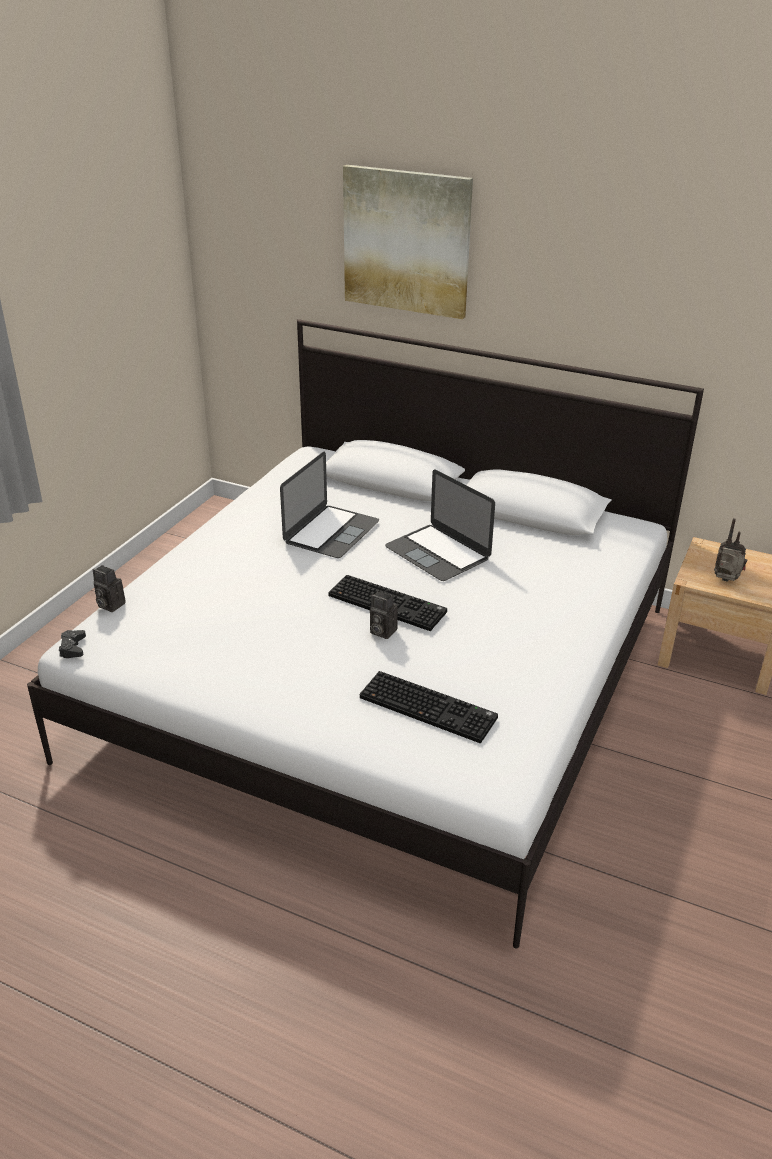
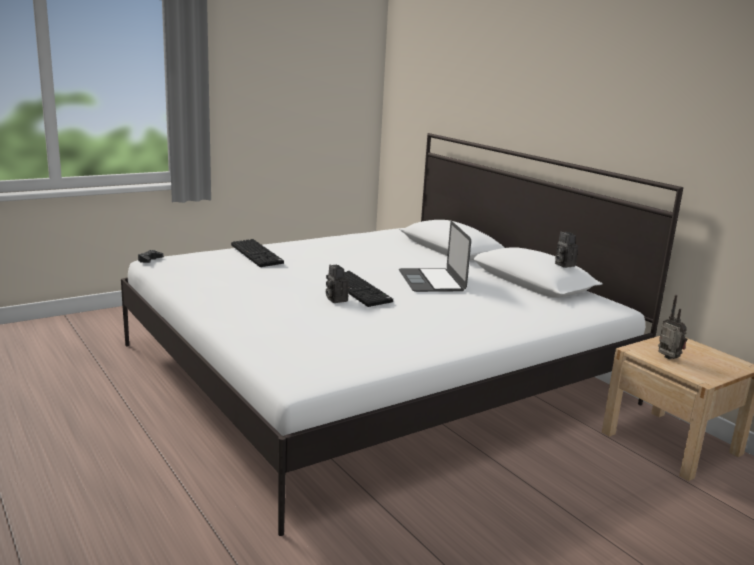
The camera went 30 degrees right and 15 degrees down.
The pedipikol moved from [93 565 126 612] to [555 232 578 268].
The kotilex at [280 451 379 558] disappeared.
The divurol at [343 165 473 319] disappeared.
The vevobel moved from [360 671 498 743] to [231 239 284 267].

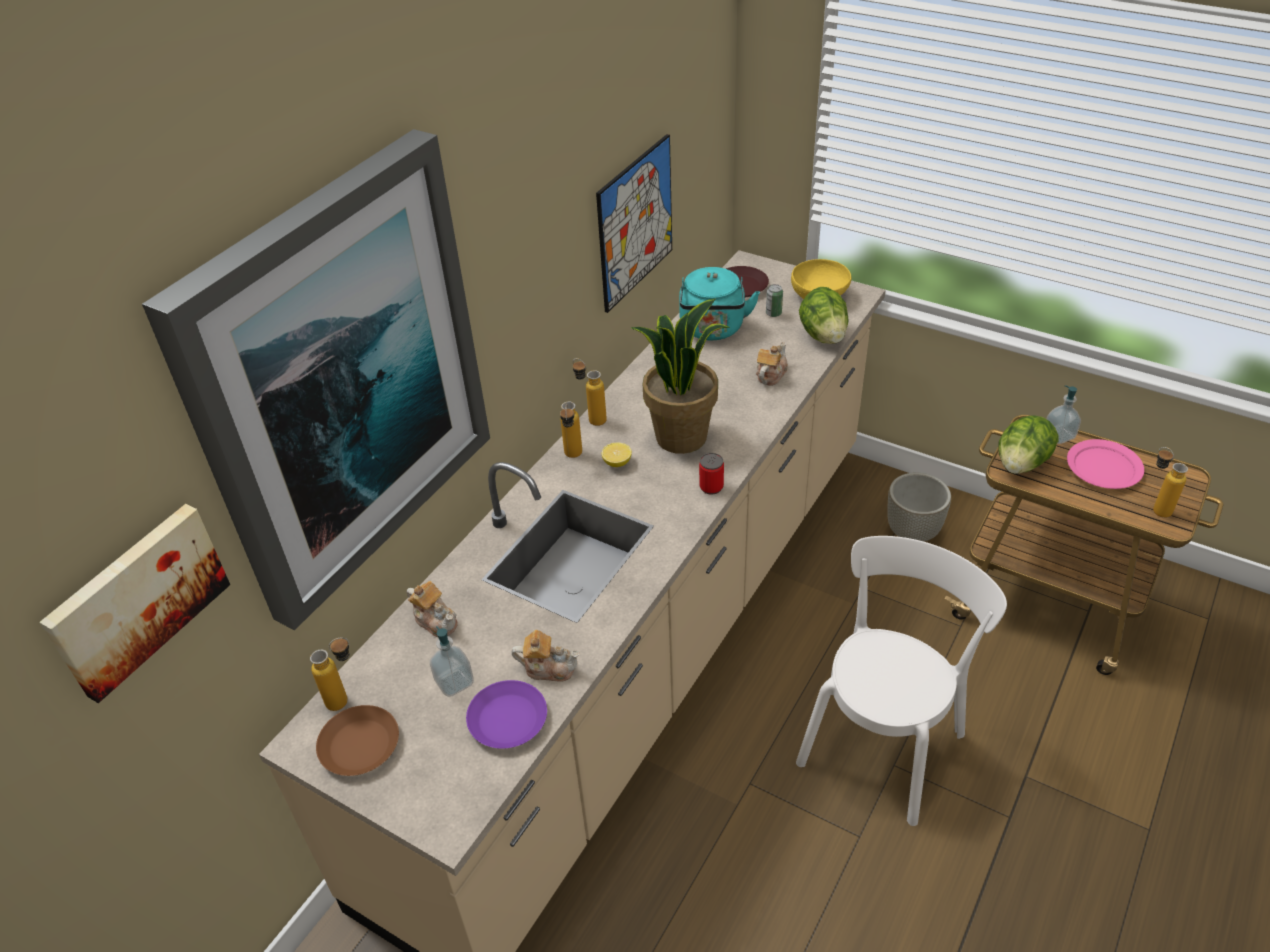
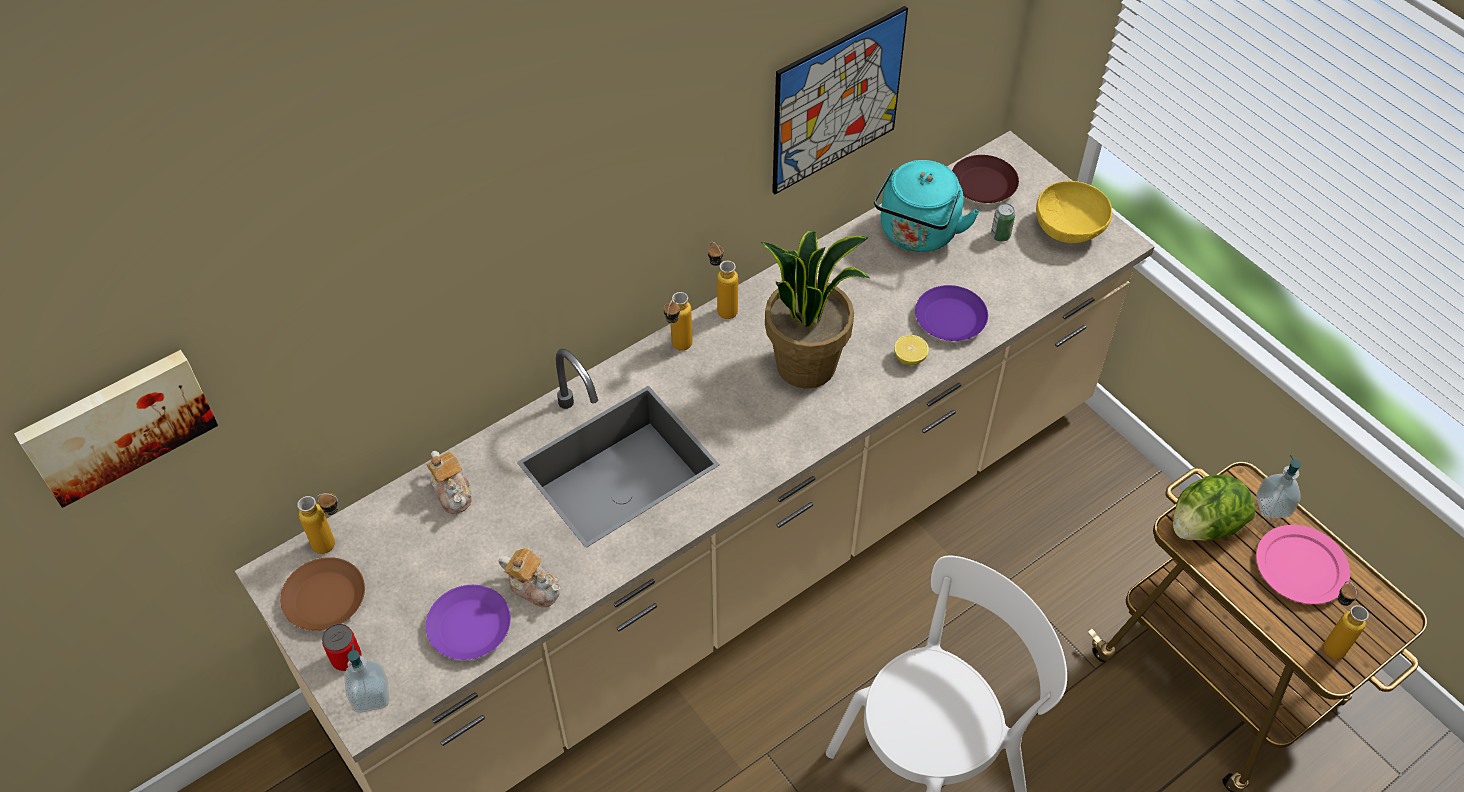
The camera went 20 degrees right and 10 degrees up.
The divurol at [142 129 490 630] disappeared.
The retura moved from [430 626 474 697] to [344 644 389 713].
The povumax moved from [602 442 632 467] to [894 335 929 365].
The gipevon moved from [699 453 724 495] to [322 624 362 671].
The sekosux at [756 342 788 386] was replaced by the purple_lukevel at [915 285 988 341].
The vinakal at [799 287 849 344] disappeared.
The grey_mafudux at [887 473 951 542] disappeared.

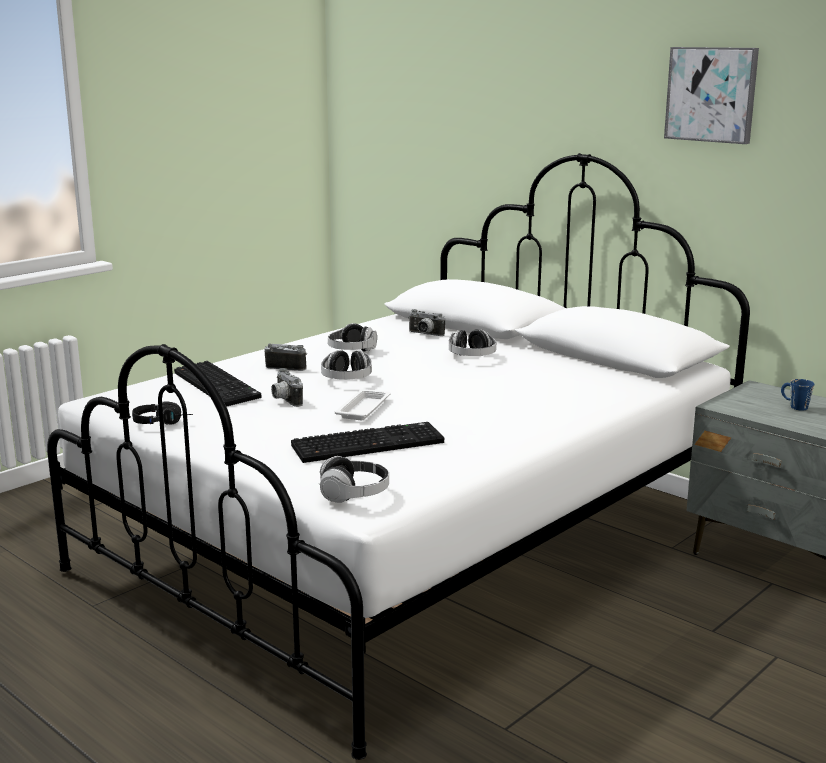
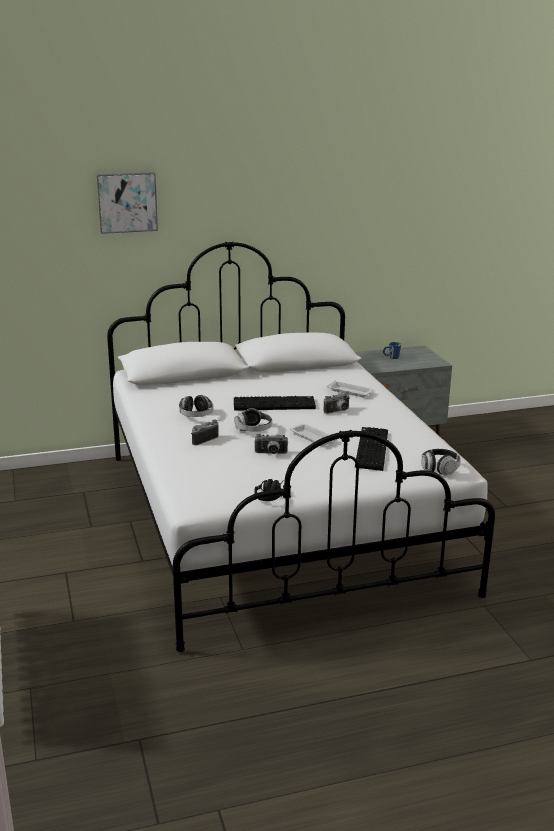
The camera went 60 degrees left and 5 degrees up.
The vevobel moved from [174 361 262 407] to [234 396 316 411].
The pedipikol moved from [409 309 445 336] to [324 392 350 414].
The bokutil at [449 329 496 356] disappeared.
The divurol moved from [664 47 759 144] to [97 172 158 234].
The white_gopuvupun at [327 380 374 397] appeared.

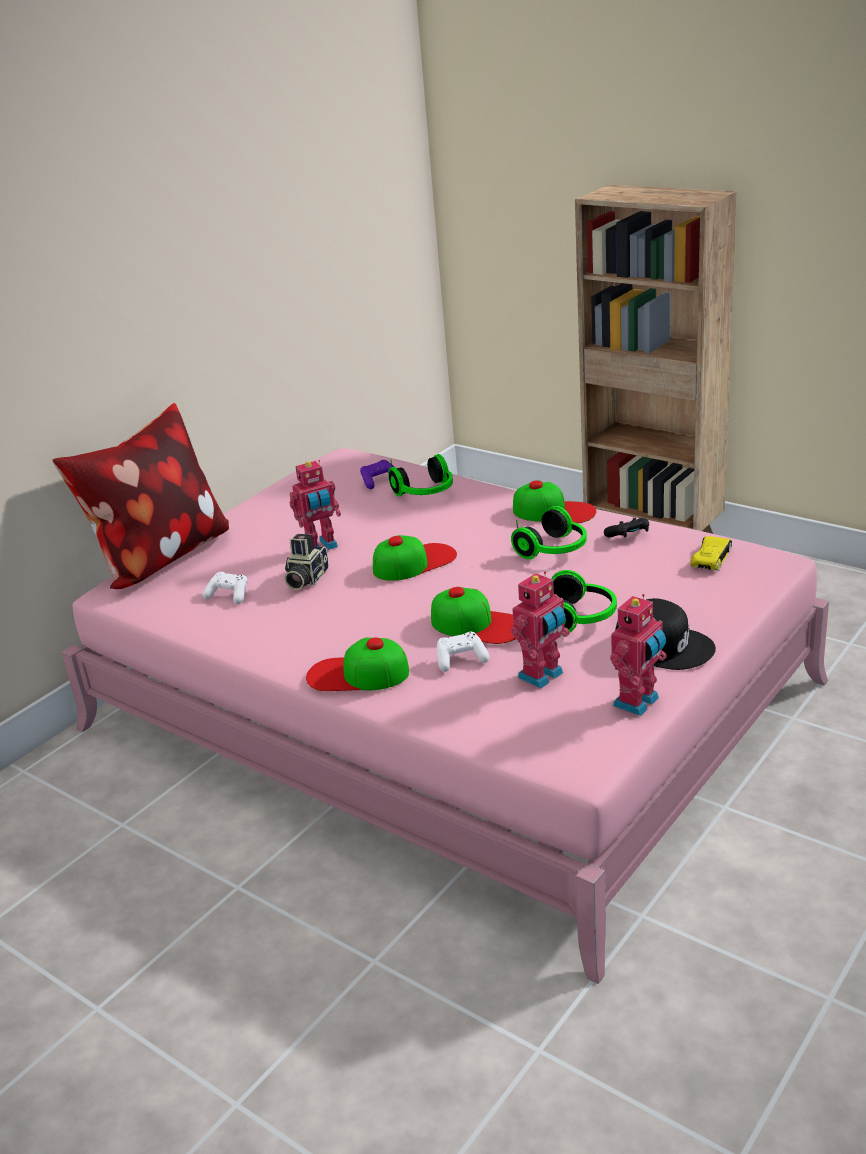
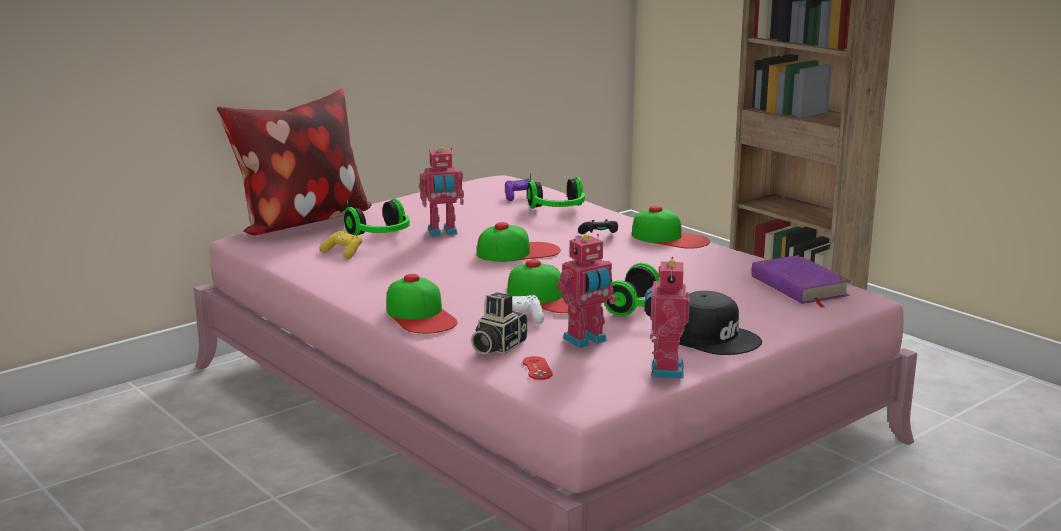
The camera went 10 degrees right and 10 degrees down.
The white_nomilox at [202 572 248 604] became the yellow_nomilox at [319 231 362 259].
The pedipikol moved from [284 534 329 590] to [471 292 528 354].
The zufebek at [306 637 409 691] turned 135 degrees counterclockwise.
The bokutil moved from [511 506 587 559] to [343 199 410 235].
The black_nomilox moved from [604 518 649 537] to [578 219 618 234].
The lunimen at [610 594 667 716] turned 135 degrees clockwise.
The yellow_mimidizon at [690 536 732 571] was replaced by the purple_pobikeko at [751 255 851 308].
The red_nomilox at [523 356 553 380] appeared.

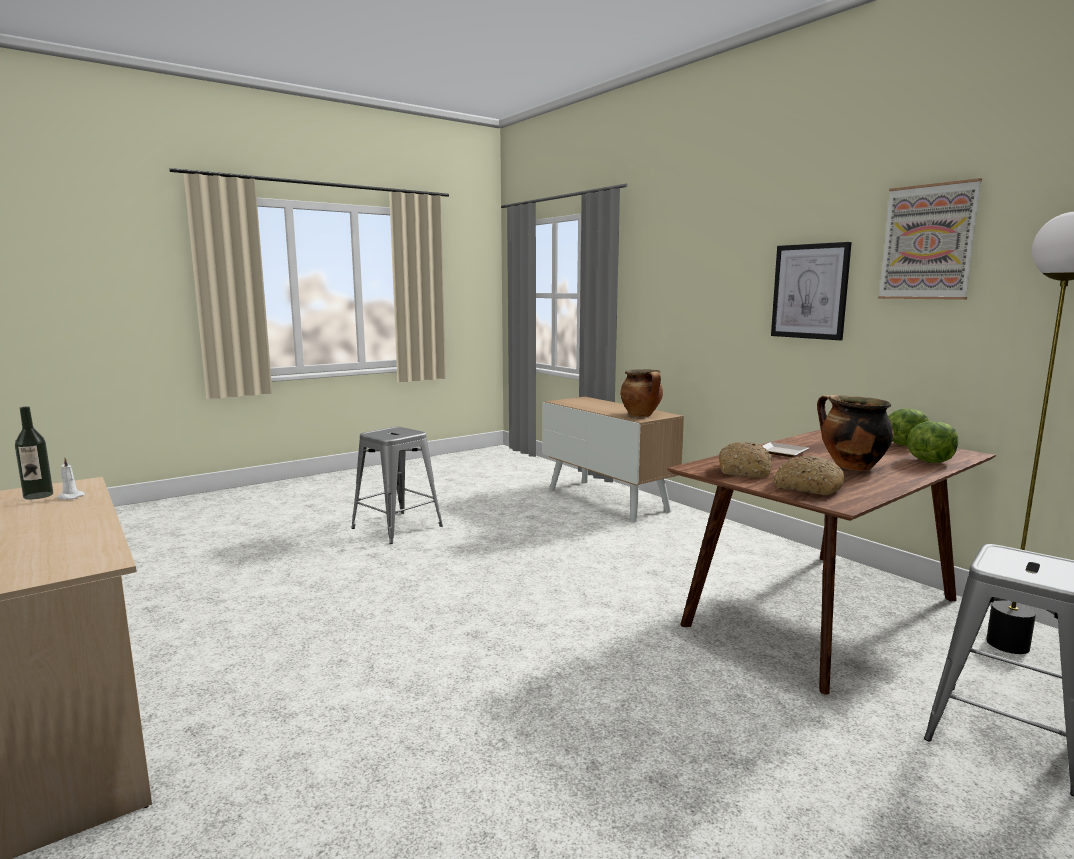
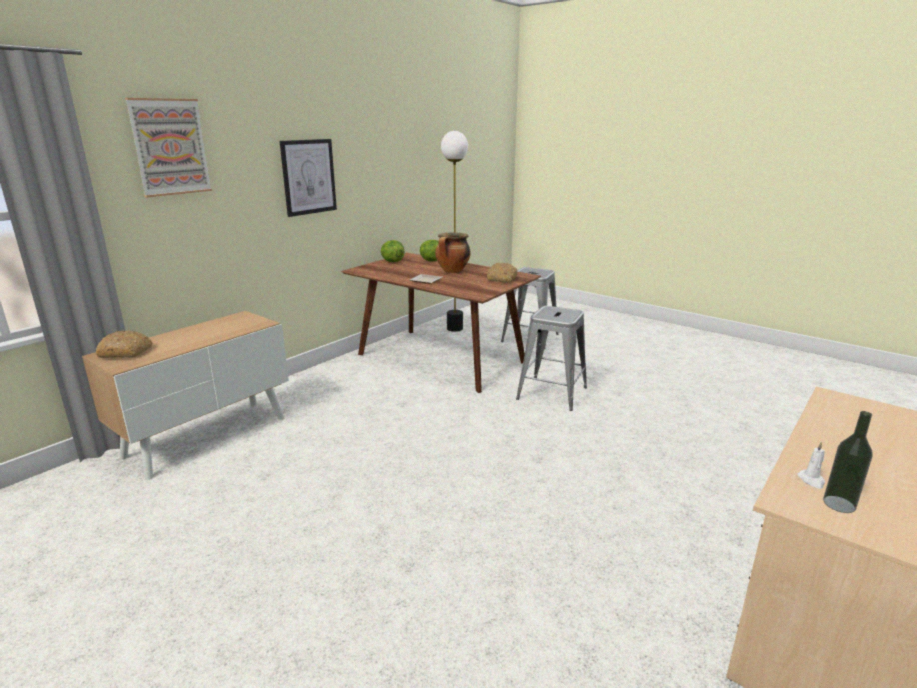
The camera went 105 degrees left and 10 degrees up.
The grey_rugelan moved from [351 427 443 544] to [516 306 587 411].
The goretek at [620 369 663 417] disappeared.
The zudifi moved from [719 442 772 478] to [95 331 152 358].
The divurol moved from [878 178 982 300] to [125 98 212 197].

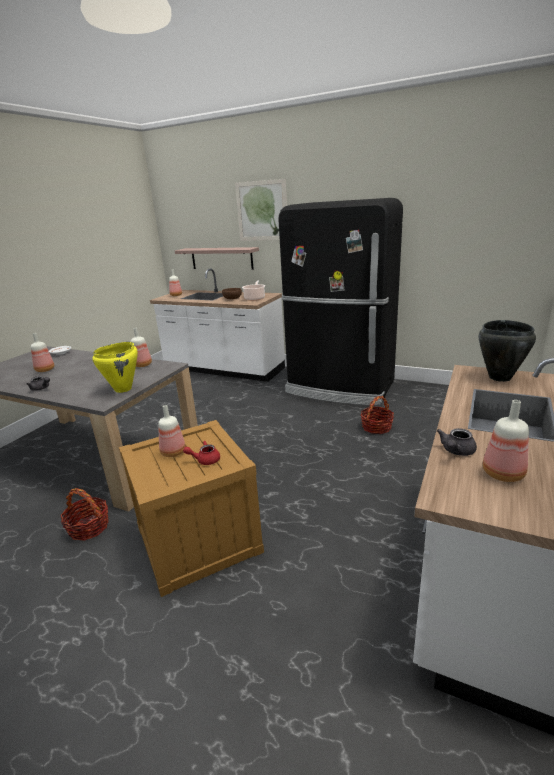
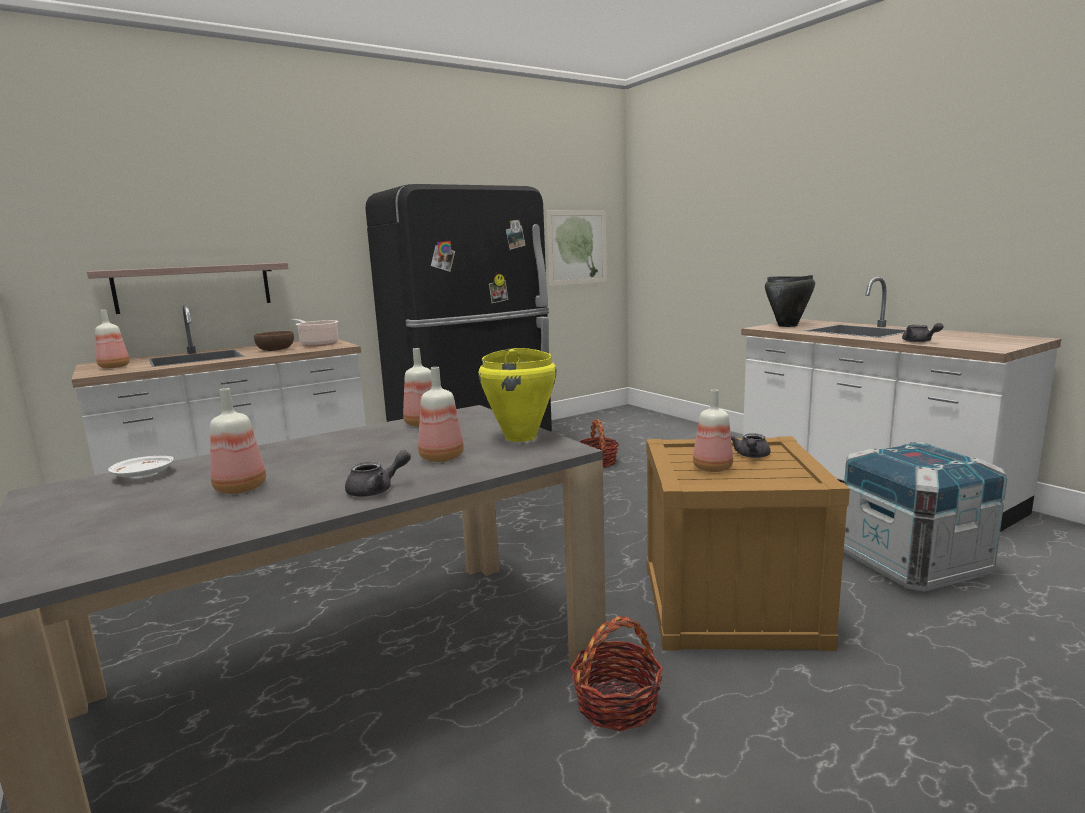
The camera went 60 degrees left and 10 degrees down.
The red_sekosux at [183 441 220 465] became the grey_sekosux at [731 433 770 458].
The divurol moved from [235 179 287 241] to [546 210 607 287].
The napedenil moved from [483 400 529 482] to [418 367 464 462].
The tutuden at [844 442 1007 592] appeared.

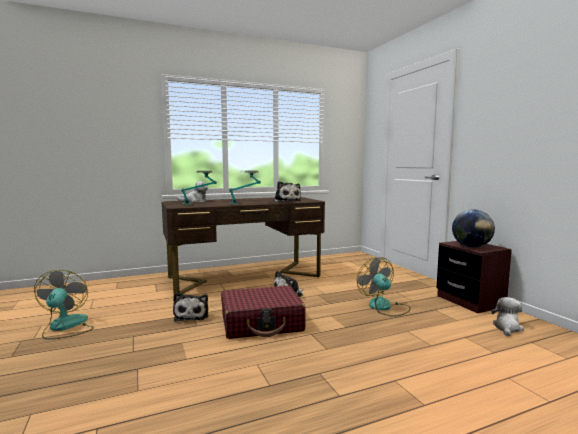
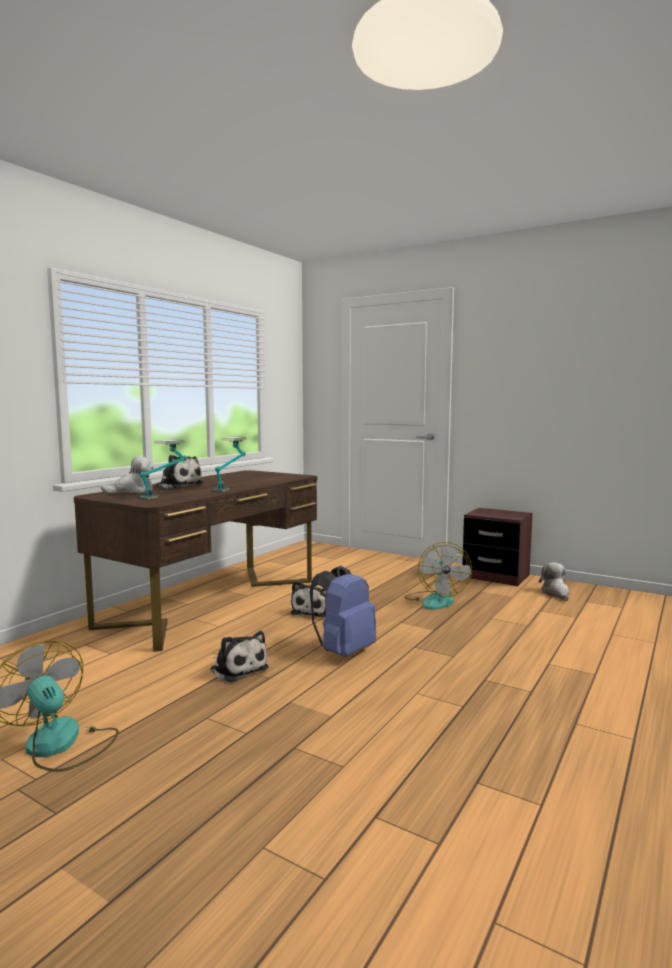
The camera went 35 degrees left and 0 degrees up.
The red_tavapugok at [221 285 306 339] was replaced by the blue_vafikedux at [310 566 376 657].
The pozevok moved from [273 181 301 202] to [154 455 203 488].
The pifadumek at [357 257 411 317] turned 120 degrees counterclockwise.
The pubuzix at [452 209 495 248] disappeared.

